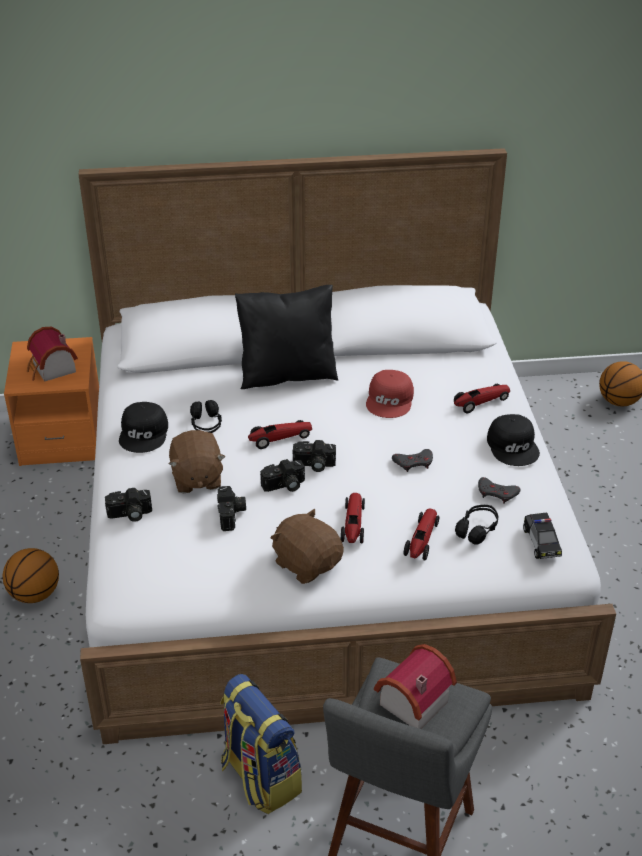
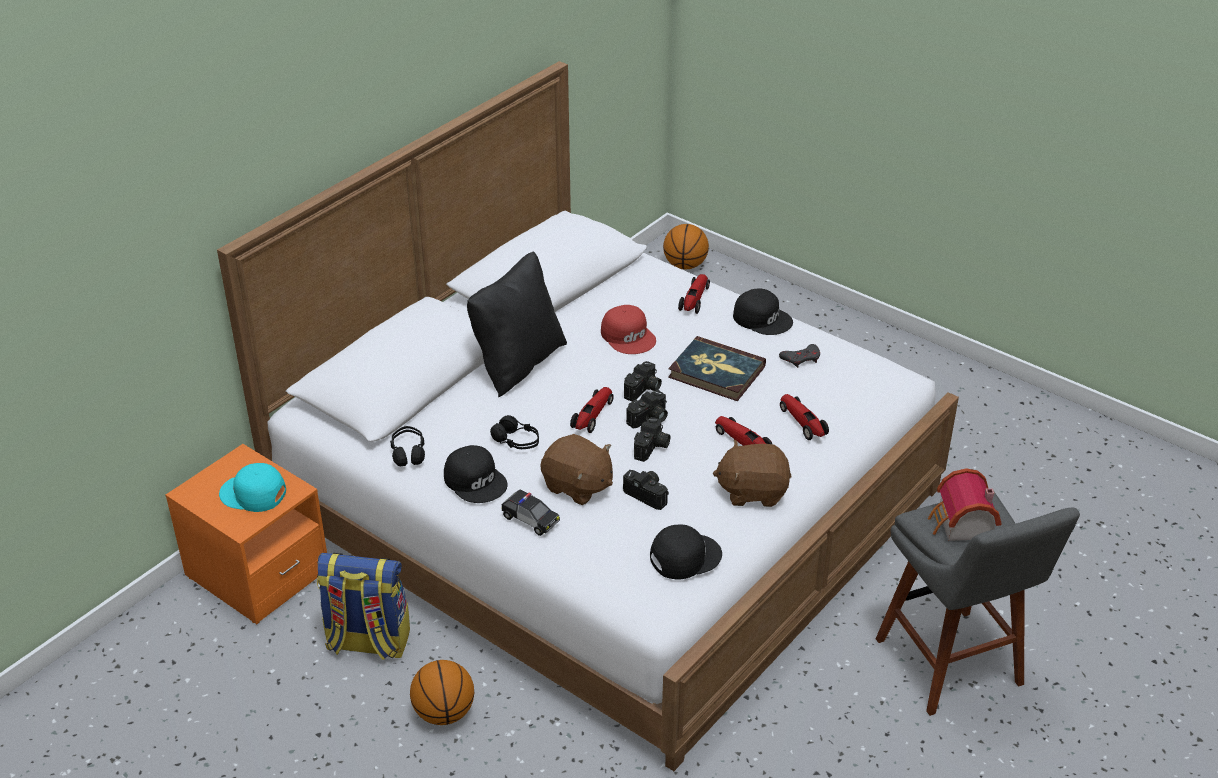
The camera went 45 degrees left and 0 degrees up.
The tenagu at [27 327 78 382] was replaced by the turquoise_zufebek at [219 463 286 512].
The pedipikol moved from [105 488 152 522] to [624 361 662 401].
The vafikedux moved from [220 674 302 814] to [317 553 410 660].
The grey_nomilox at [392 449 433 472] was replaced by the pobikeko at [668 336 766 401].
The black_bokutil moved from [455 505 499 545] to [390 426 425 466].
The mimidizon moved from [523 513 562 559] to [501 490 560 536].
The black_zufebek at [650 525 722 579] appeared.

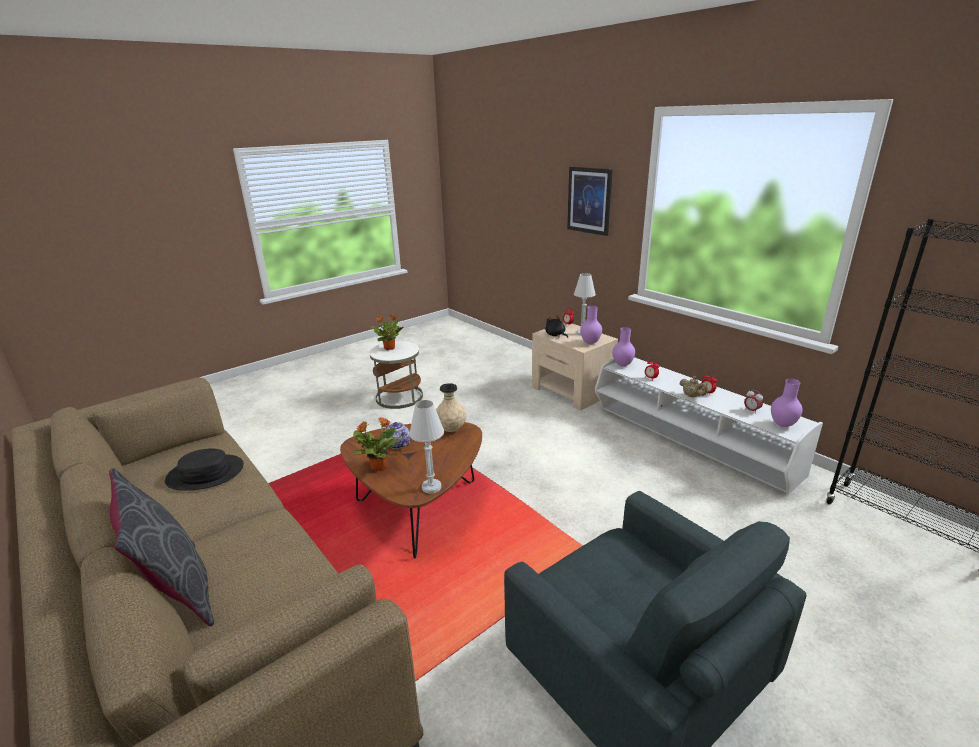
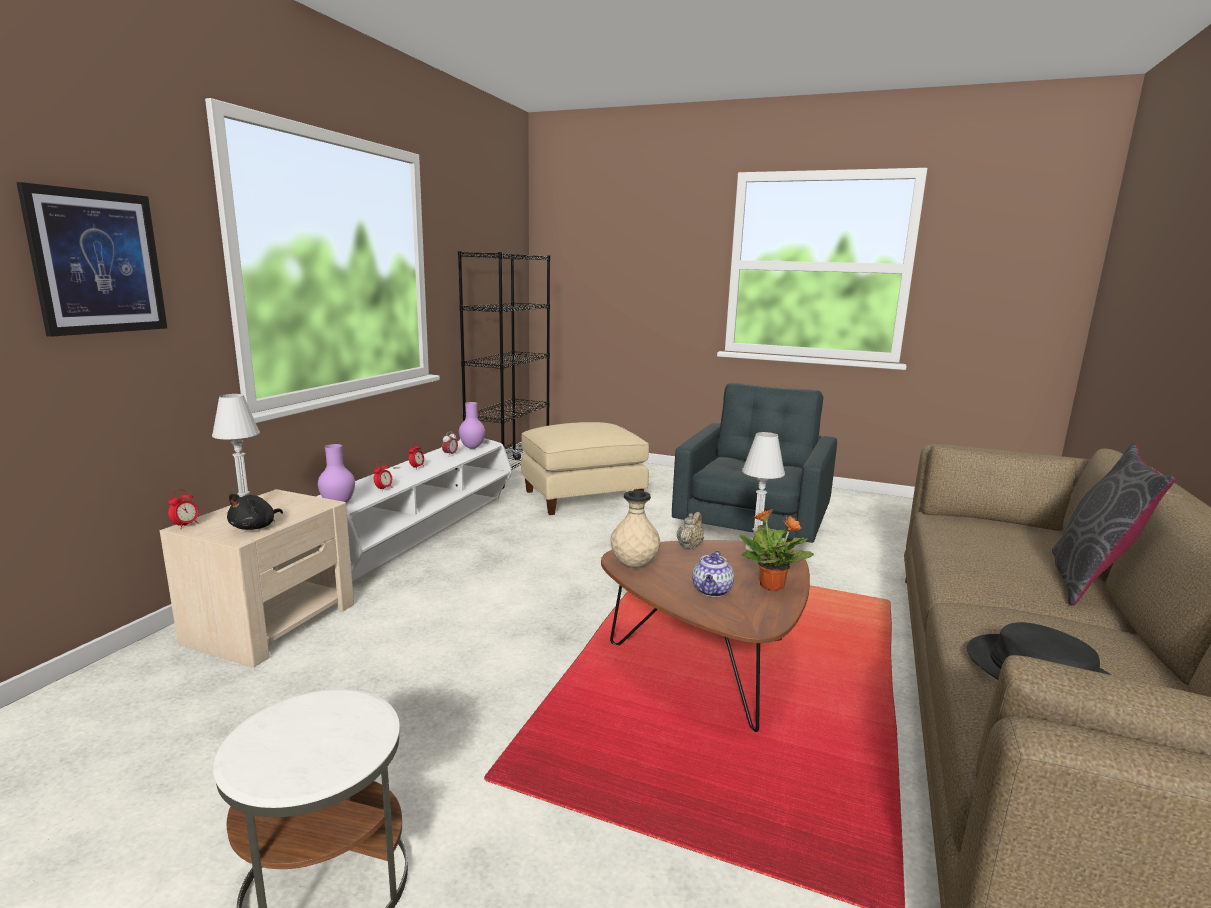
The camera went 120 degrees left and 10 degrees down.
The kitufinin at [371 314 403 350] disappeared.
The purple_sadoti at [580 306 602 344] disappeared.
The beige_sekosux moved from [679 376 708 397] to [677 512 704 550].
The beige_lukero at [521 422 649 515] appeared.

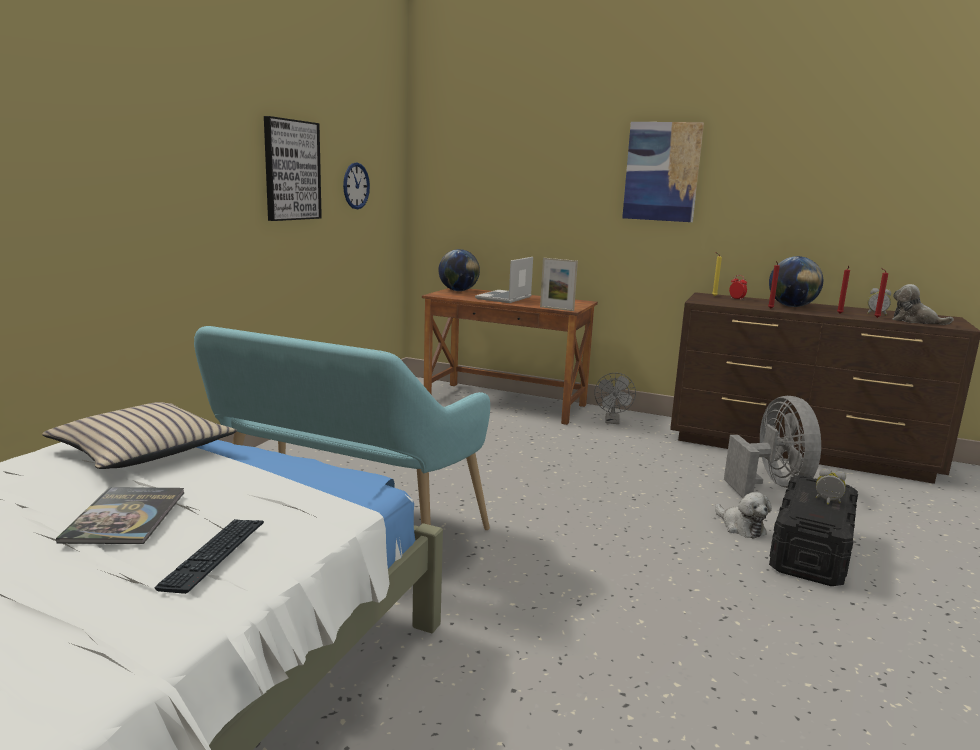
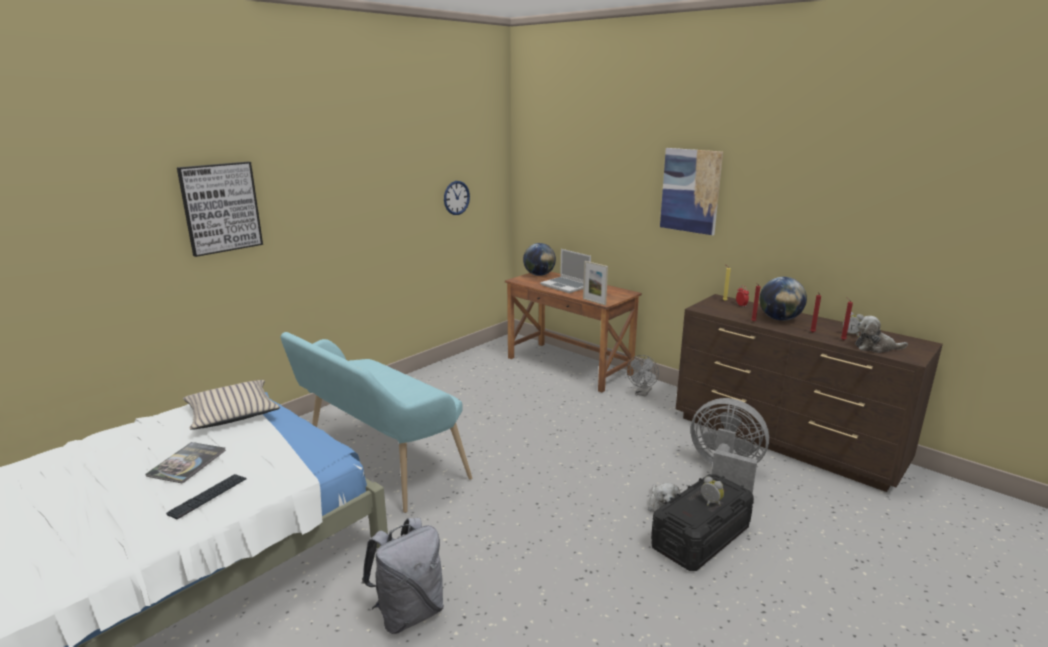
The camera went 20 degrees right and 5 degrees up.
The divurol moved from [264 116 322 221] to [177 162 263 257].
The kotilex at [475 257 533 303] turned 90 degrees counterclockwise.
The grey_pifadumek at [724 396 821 498] turned 75 degrees counterclockwise.
The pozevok at [893 284 954 325] turned 45 degrees counterclockwise.
The grey_vafikedux at [362 518 444 634] appeared.

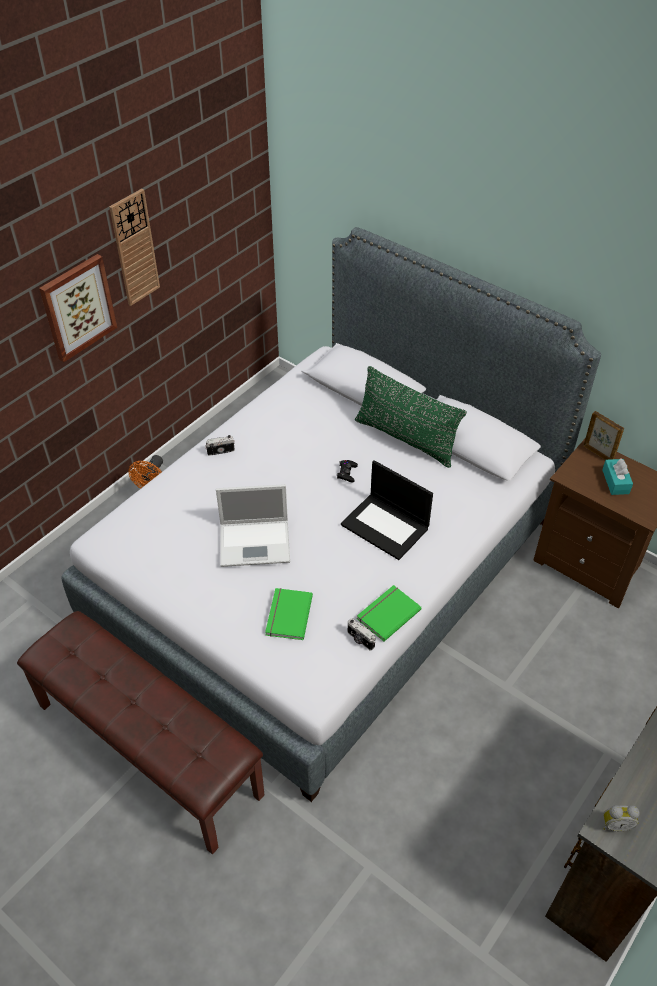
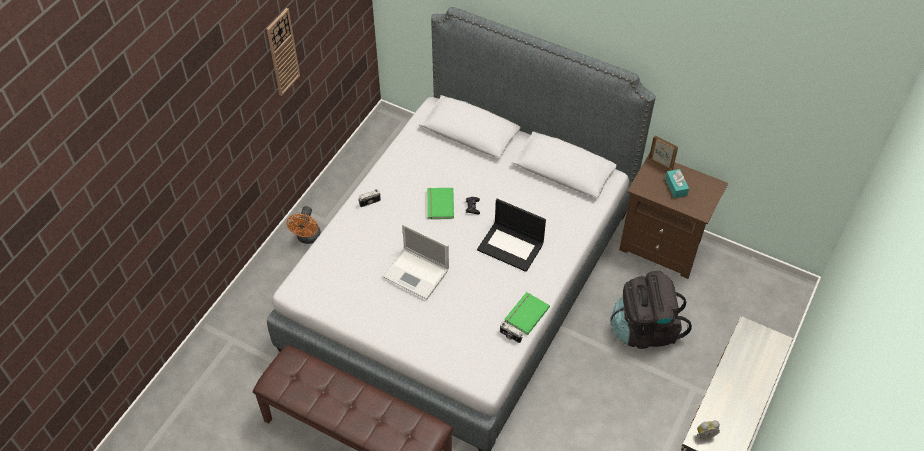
The camera went 10 degrees left and 5 degrees up.
The divurol at [39 254 117 362] disappeared.
The kotilex at [216 484 290 567] turned 45 degrees clockwise.
The green_pobikeko moved from [265 588 313 640] to [427 188 454 220].
The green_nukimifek at [355 366 467 468] disappeared.
The black_vafikedux at [610 271 692 349] appeared.

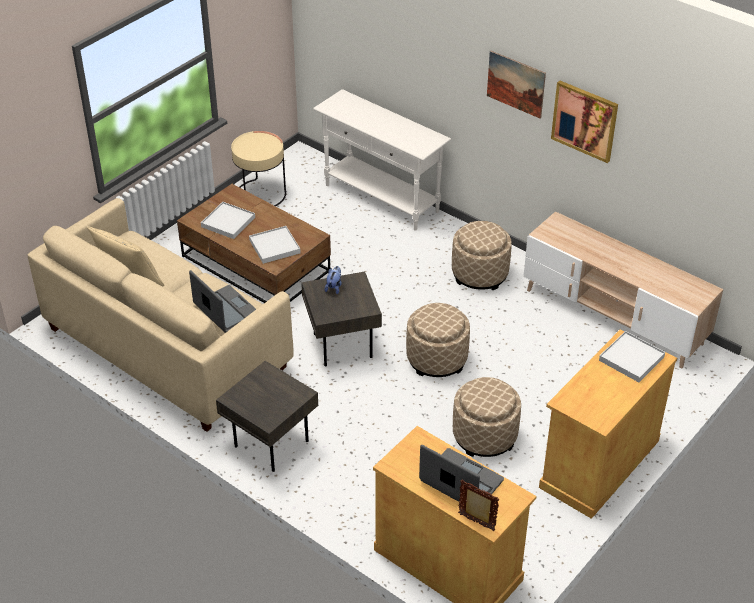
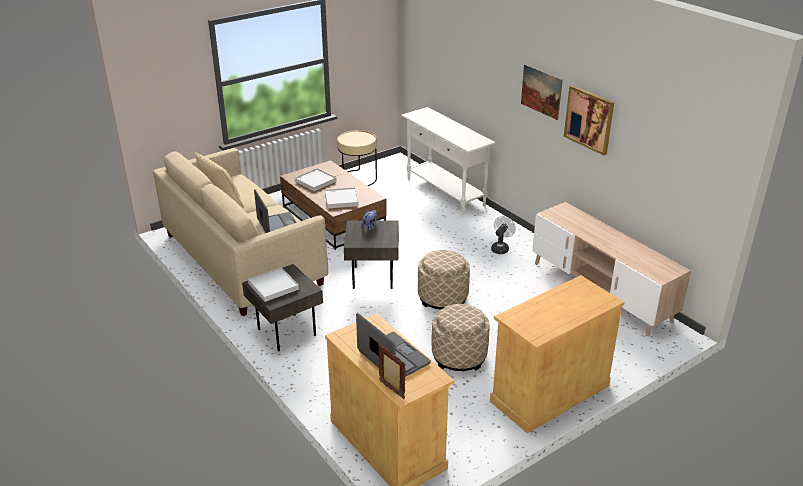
The camera went 15 degrees right and 10 degrees down.
The beige_lukero at [452 221 512 290] was replaced by the white_pifadumek at [491 216 516 254].
The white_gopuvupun moved from [599 331 665 382] to [248 268 299 302].

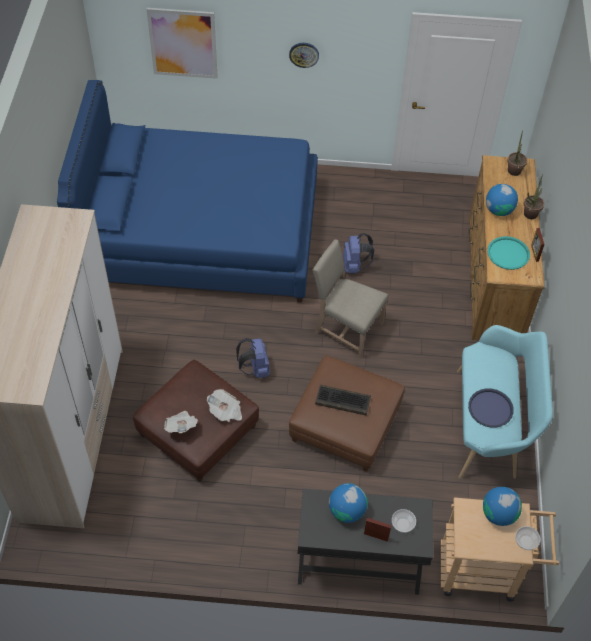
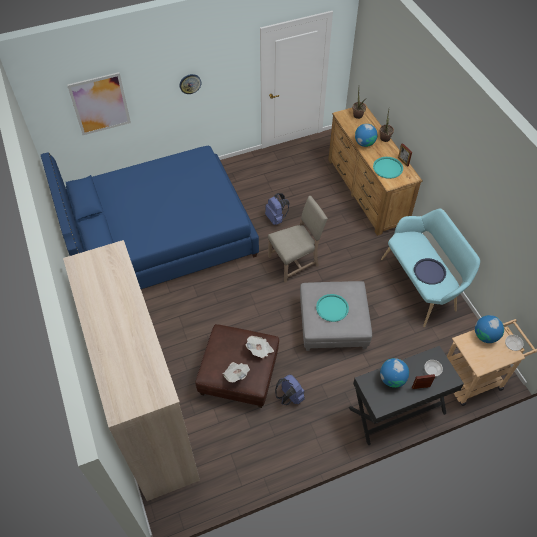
The camera went 25 degrees left and 0 degrees up.
The blue_vafikedux moved from [236 338 270 378] to [275 375 305 405].
The brown_lukero at [289 356 405 472] became the grey_lukero at [300 281 372 351].
The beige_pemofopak at [312 239 389 359] turned 150 degrees clockwise.
The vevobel at [315 385 371 415] was replaced by the turquoise_gopuvupun at [316 294 349 322].

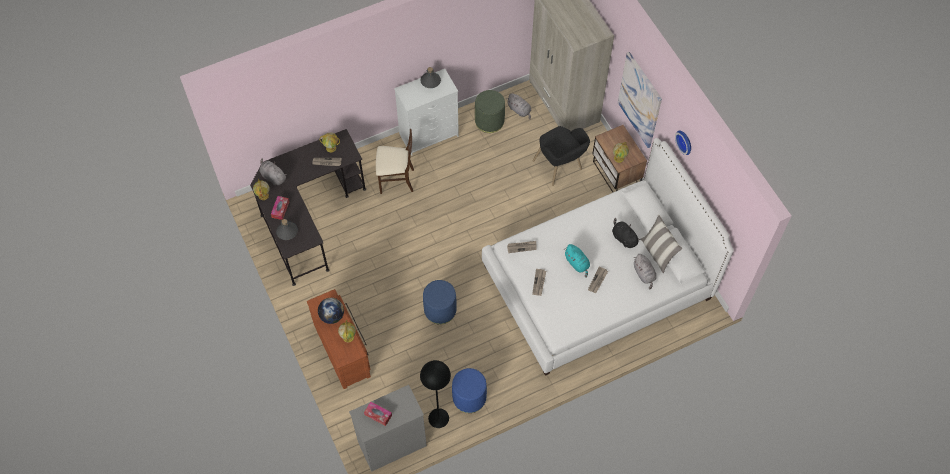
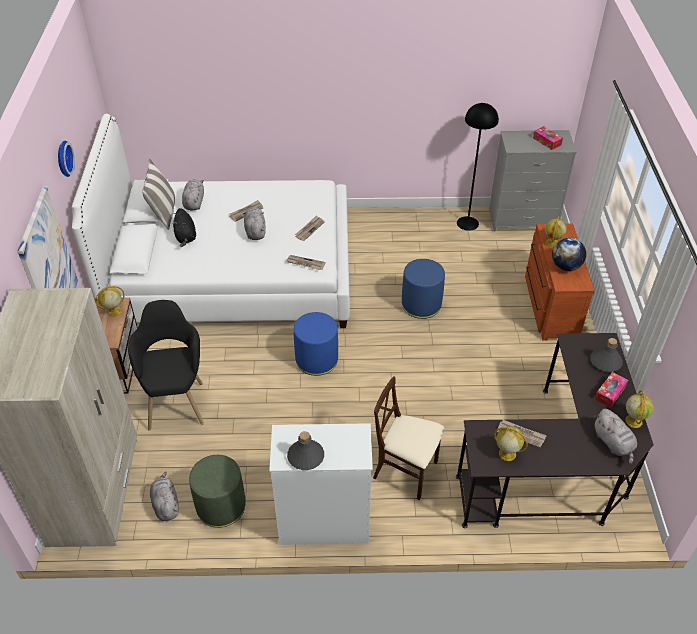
The camera went 155 degrees left and 15 degrees down.
The blue_lukero moved from [452 368 487 413] to [294 312 338 376].
The turquoise_pozevok at [565 244 590 278] became the grey_pozevok at [244 207 266 240].

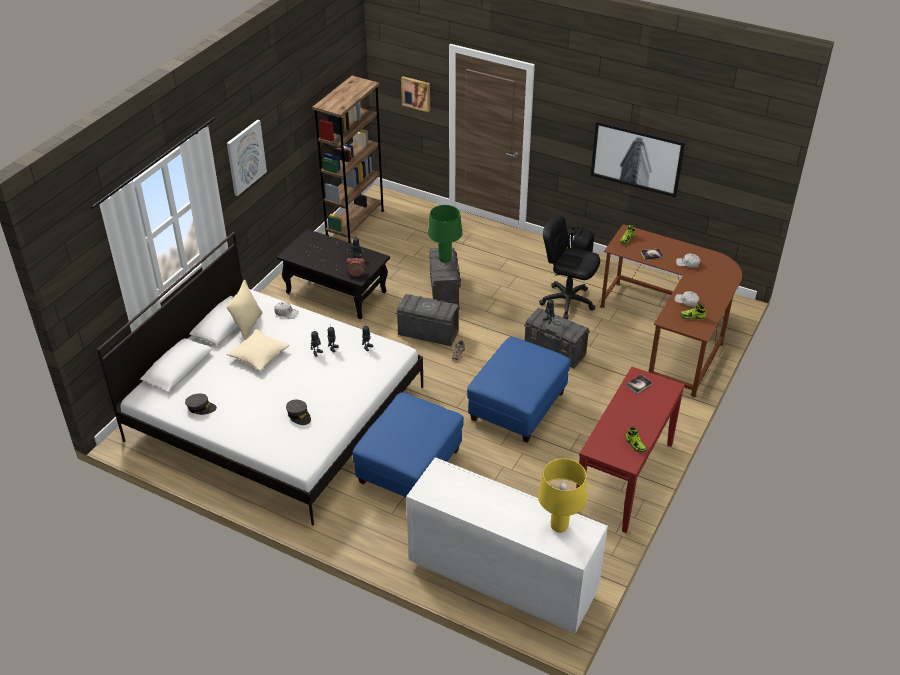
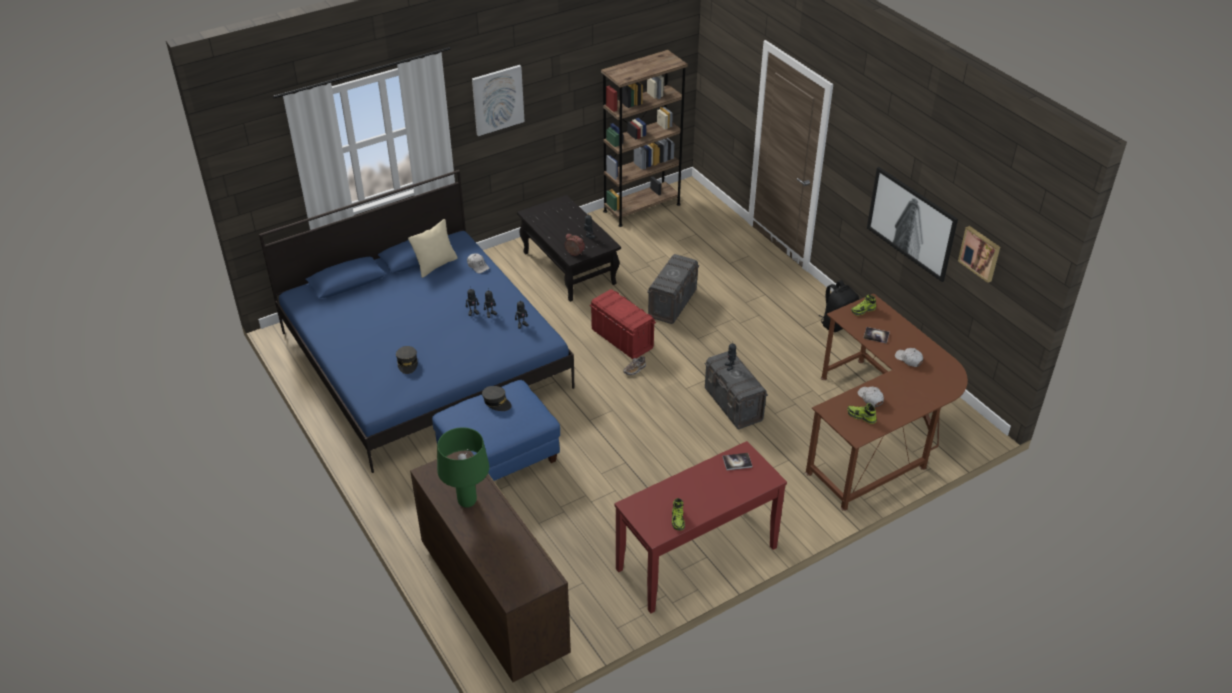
The camera went 30 degrees right and 0 degrees up.
The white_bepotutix at [97 232 423 525] became the blue_bepotutix at [259 170 574 473].
The grey_zufebek moved from [185 394 217 415] to [482 386 512 411].
The beige_nukimifek at [227 329 289 371] disappeared.
The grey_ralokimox at [396 294 460 346] became the red_ralokimox at [590 289 656 359].
The divurol moved from [401 76 430 113] to [958 226 1000 283].
The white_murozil at [406 457 608 633] became the brown_murozil at [410 451 571 682].
The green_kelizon moved from [428 205 462 263] to [437 427 489 508].
The blue_lukero at [467 337 570 443] disappeared.
The yellow_kelizon at [538 458 587 533] disappeared.
The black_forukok at [539 215 600 319] disappeared.

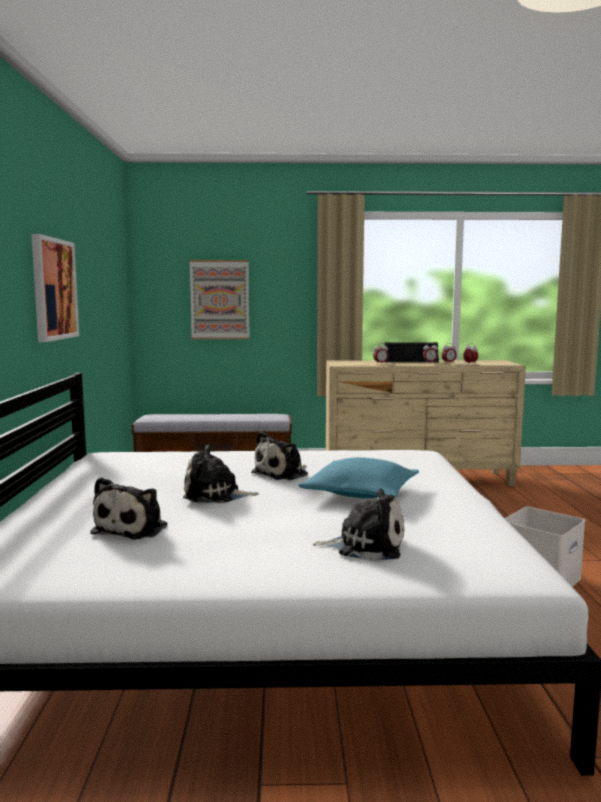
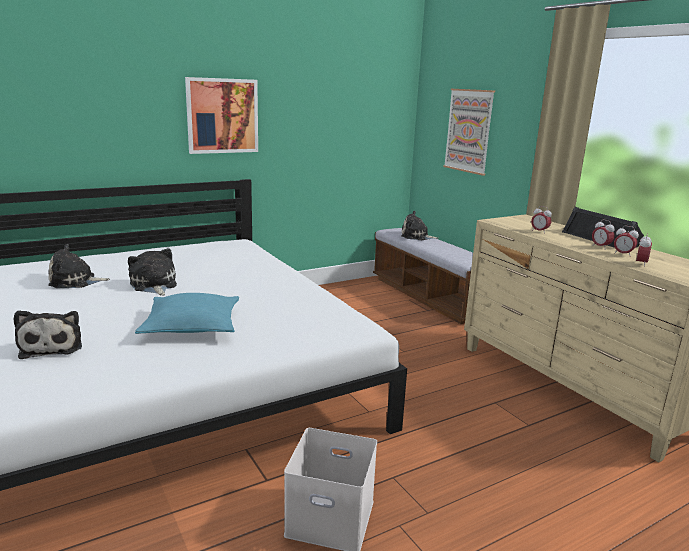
The camera went 60 degrees right and 10 degrees up.
The pozevok moved from [251 432 308 480] to [401 211 439 240].

